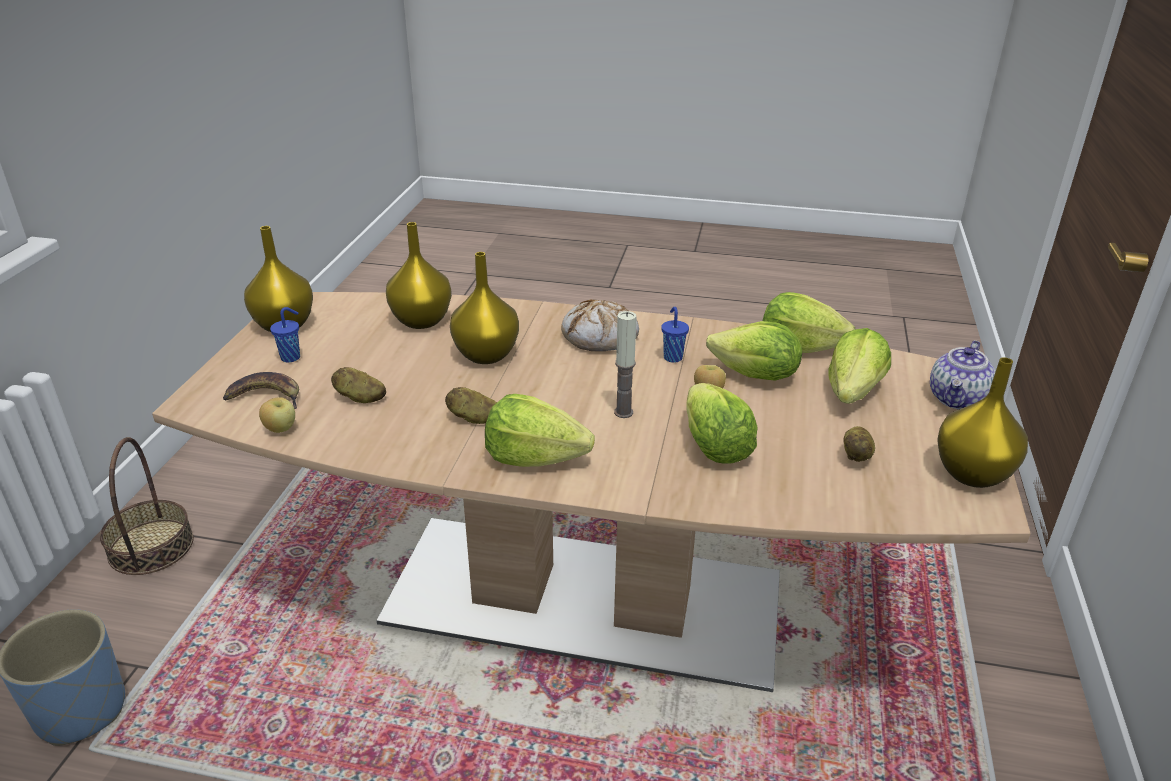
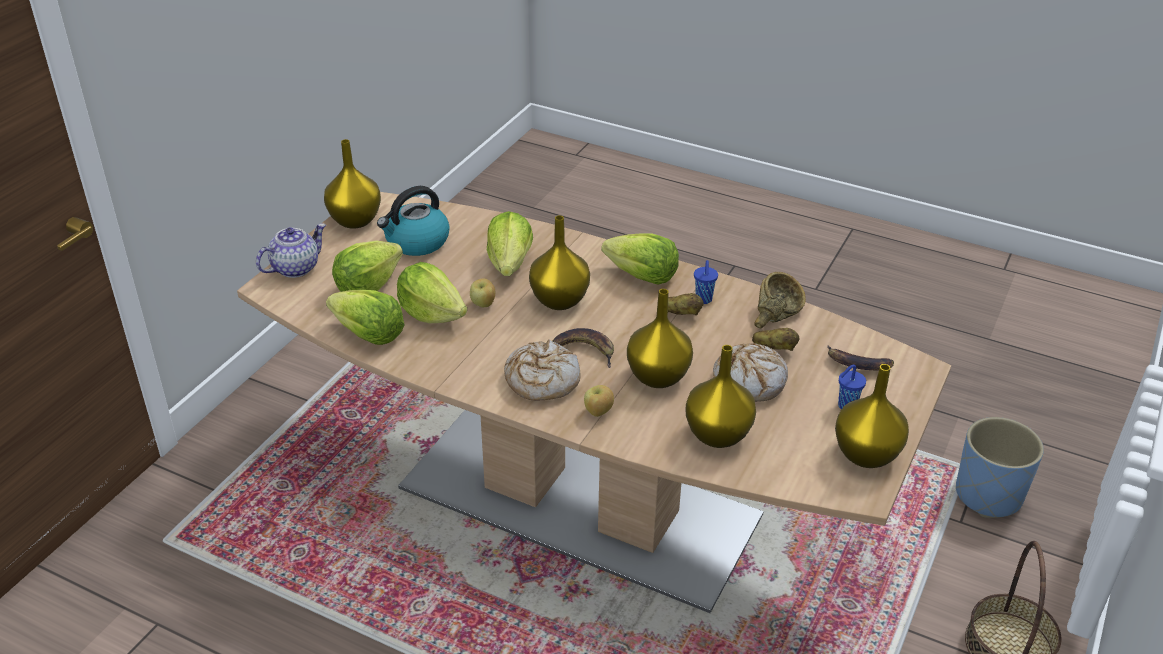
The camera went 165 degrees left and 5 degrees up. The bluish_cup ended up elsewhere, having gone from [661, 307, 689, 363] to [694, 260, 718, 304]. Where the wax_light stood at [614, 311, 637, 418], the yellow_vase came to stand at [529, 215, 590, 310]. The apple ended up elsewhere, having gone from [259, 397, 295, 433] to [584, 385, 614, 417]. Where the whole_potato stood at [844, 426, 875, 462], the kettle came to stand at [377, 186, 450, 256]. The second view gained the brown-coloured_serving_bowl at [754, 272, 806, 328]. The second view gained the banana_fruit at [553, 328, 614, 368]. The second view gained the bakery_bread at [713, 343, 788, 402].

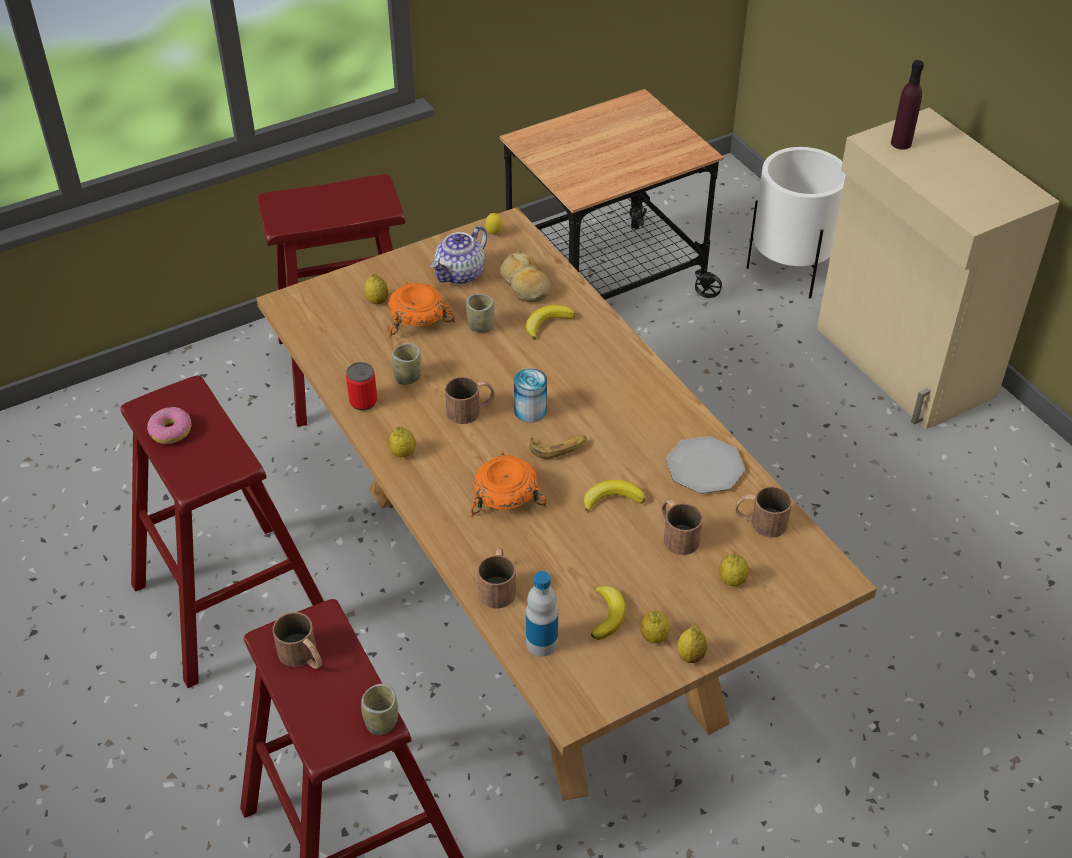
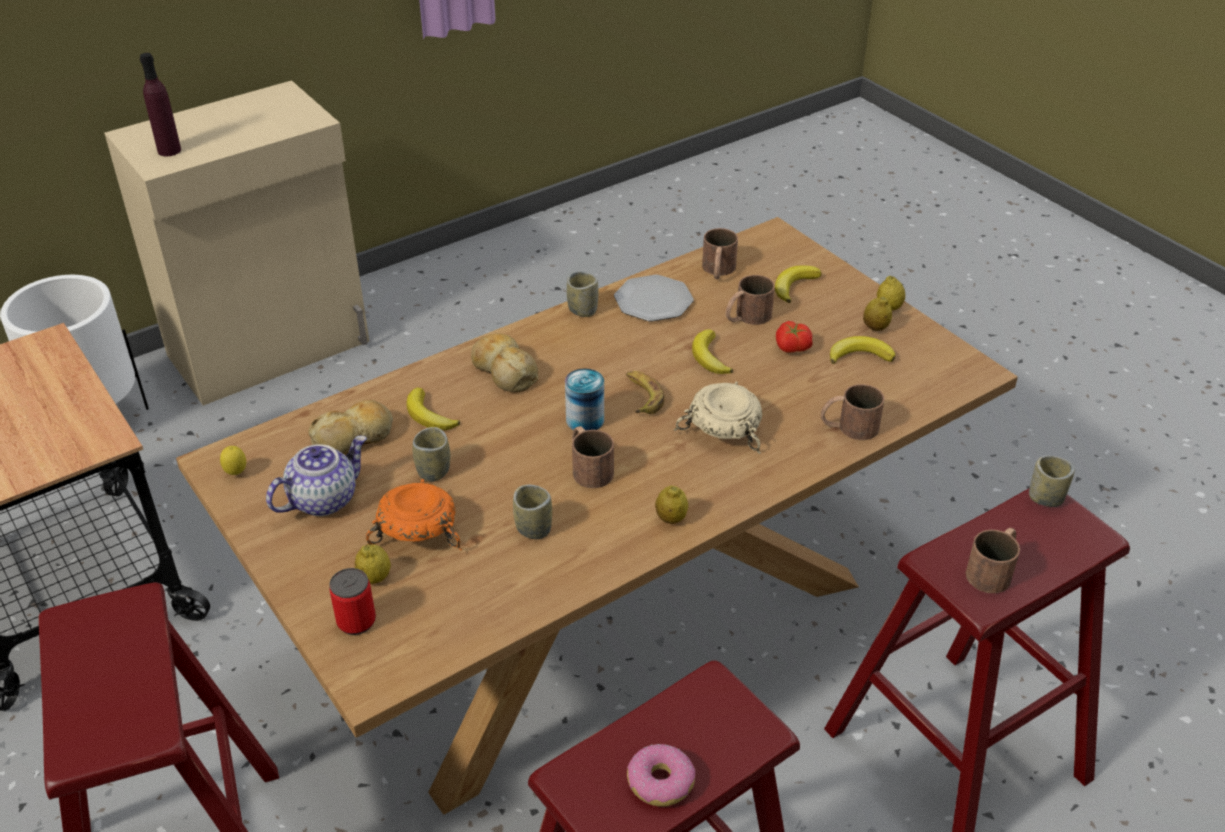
The camera went 95 degrees left and 5 degrees down. The teapot at [430, 226, 487, 285] ended up facing another way, 75 degrees counterclockwise from before. The metal_can ended up elsewhere, having gone from [346, 362, 377, 411] to [329, 568, 376, 635]. What was the orange-coloured_serving_bowl at [471, 451, 548, 517] turned into the beige-coloured_serving_bowl at [674, 381, 762, 454]. Where the lemon stood at [719, 553, 749, 586], the banana_fruit came to stand at [775, 265, 822, 303]. The second view lost the bottle at [526, 571, 558, 657]. The second view gained the cup at [567, 271, 599, 317]. The second view gained the tomato at [776, 321, 813, 353]. The second view gained the bakery_bread at [471, 333, 538, 393].

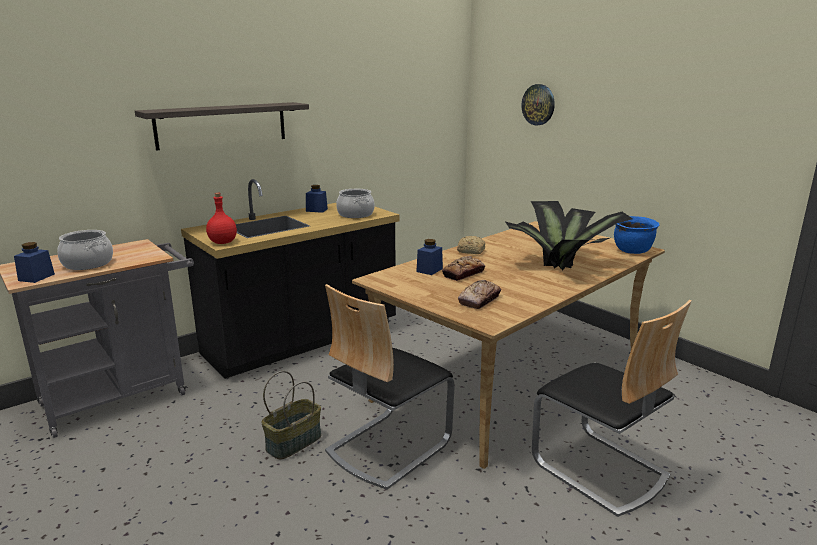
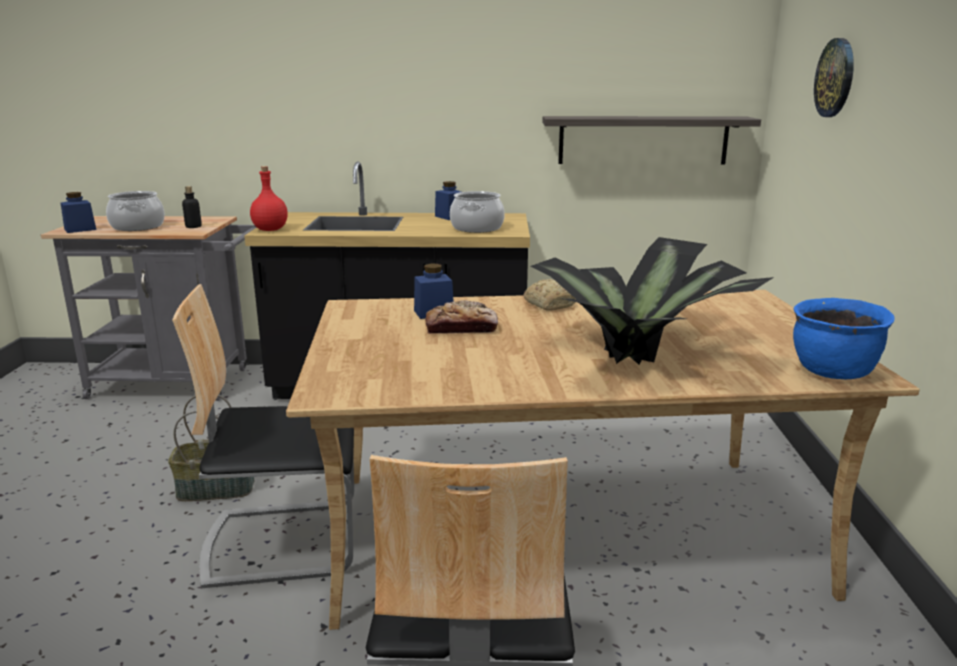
The camera went 40 degrees right and 0 degrees up. The bracket_shelf ended up elsewhere, having gone from [135, 102, 309, 151] to [542, 116, 761, 165]. The second view lost the bakery_bread at [458, 280, 501, 309]. The second view gained the bottle at [182, 186, 202, 228].

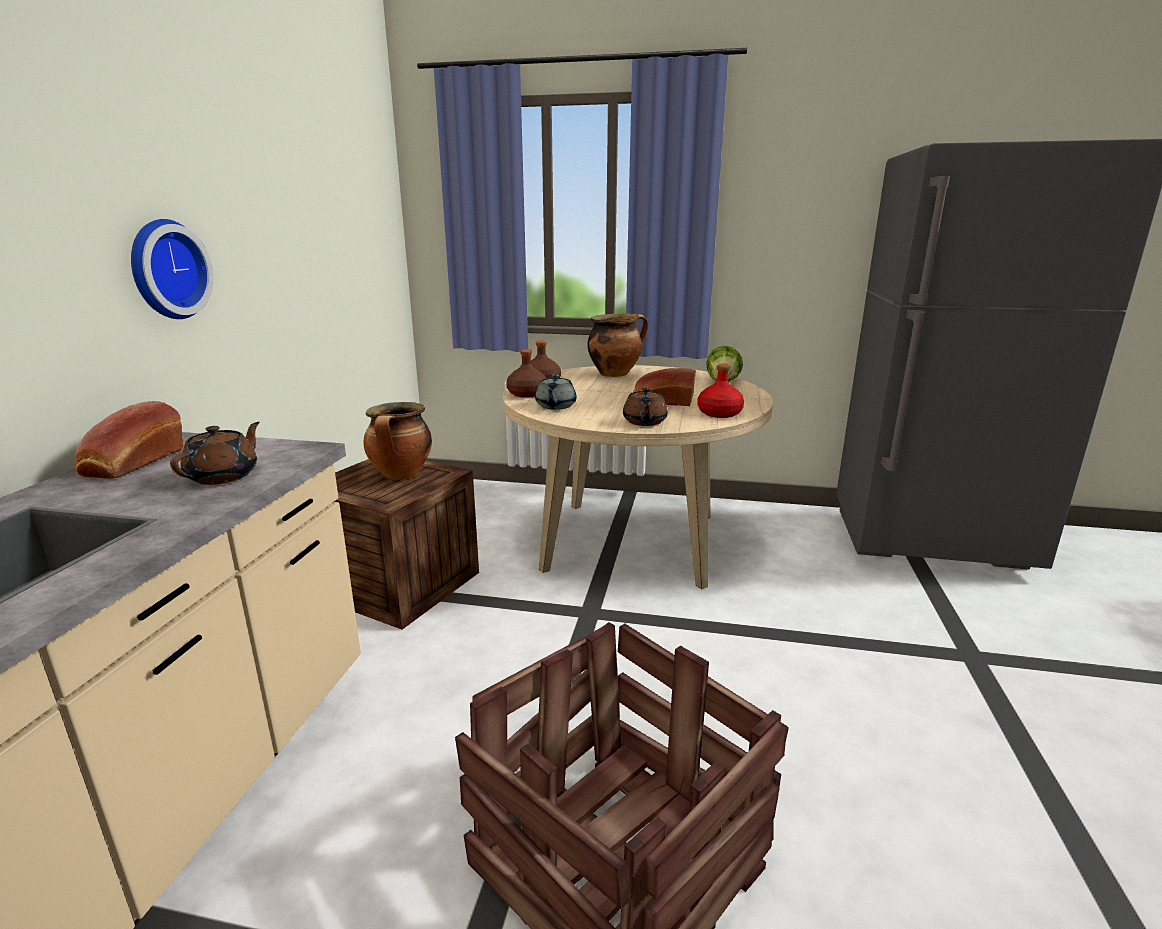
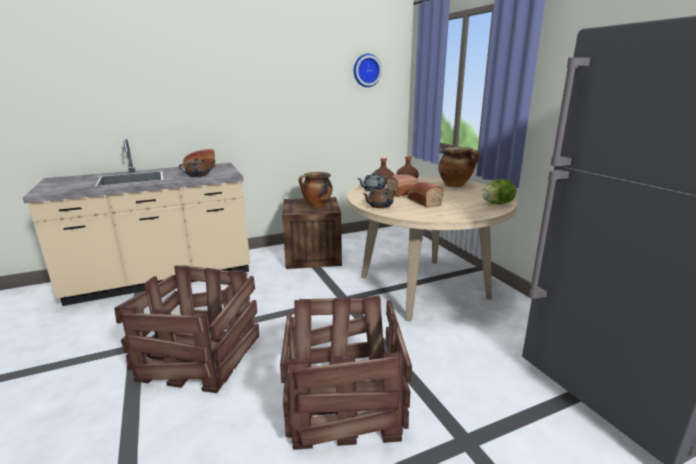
The camera went 55 degrees right and 0 degrees up. The hanging_clock ended up elsewhere, having gone from [131, 219, 214, 319] to [354, 54, 382, 87]. The second view lost the reddish_bottle at [697, 364, 744, 418]. The second view gained the bakery_bread at [387, 174, 420, 197]. The second view gained the packing_crate at [280, 296, 412, 450].

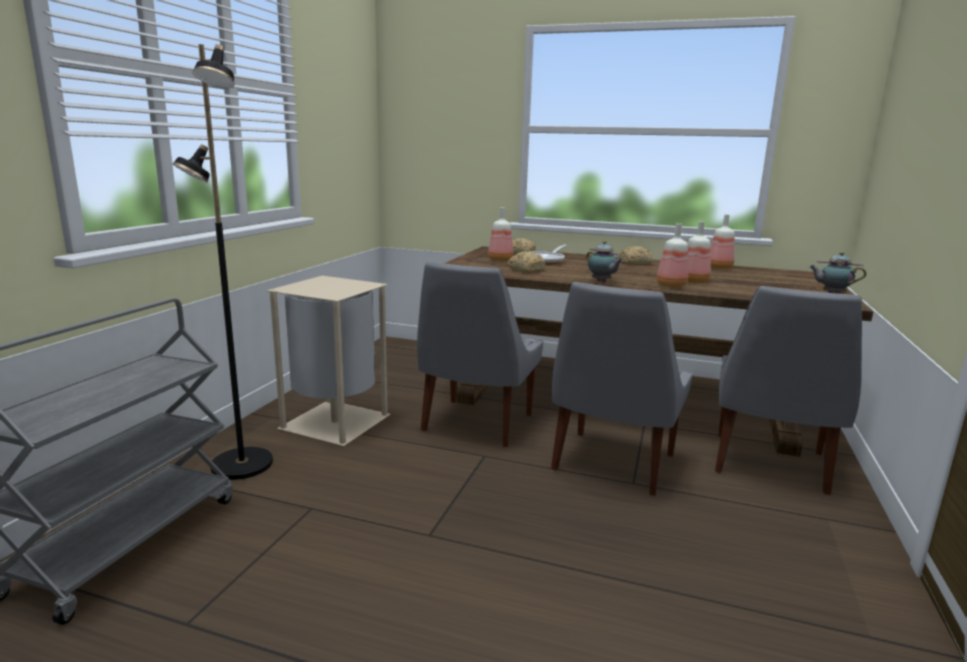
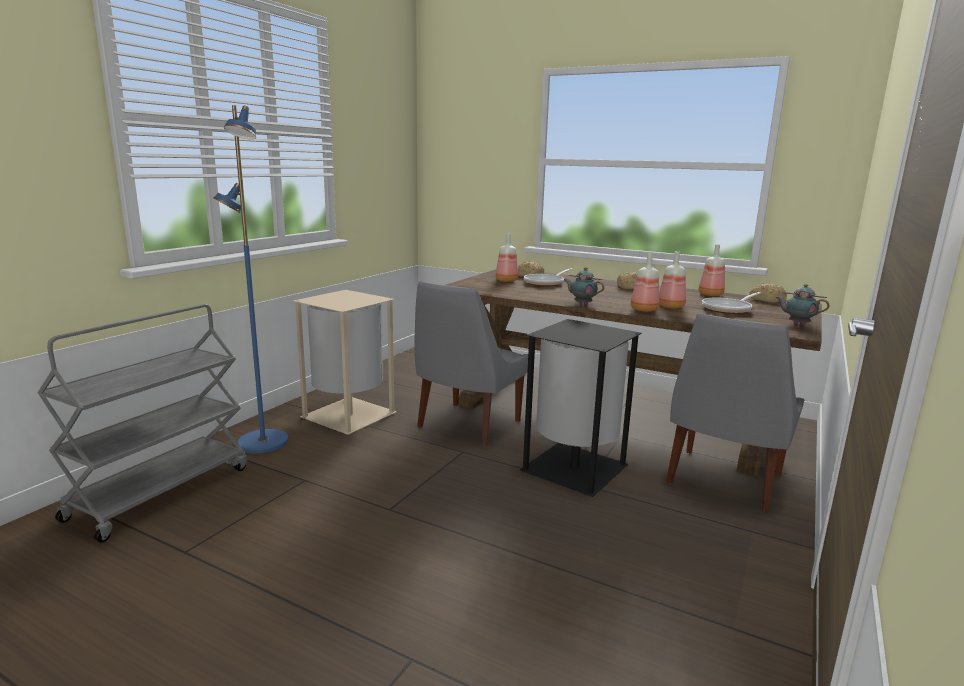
The camera went 10 degrees right and 0 degrees up. What was the blackish_standard_lamp at [172, 44, 273, 480] turned into the bluish_standard_lamp at [213, 105, 288, 454]. The teapot at [586, 241, 623, 282] ended up facing another way, 150 degrees clockwise from before. The bakery_bread ended up elsewhere, having gone from [507, 251, 546, 272] to [749, 283, 787, 303]. Where the gray_plain_chair stood at [551, 282, 693, 496], the blackish_waste_bin came to stand at [520, 319, 642, 497]. The second view gained the pan at [702, 292, 761, 314].

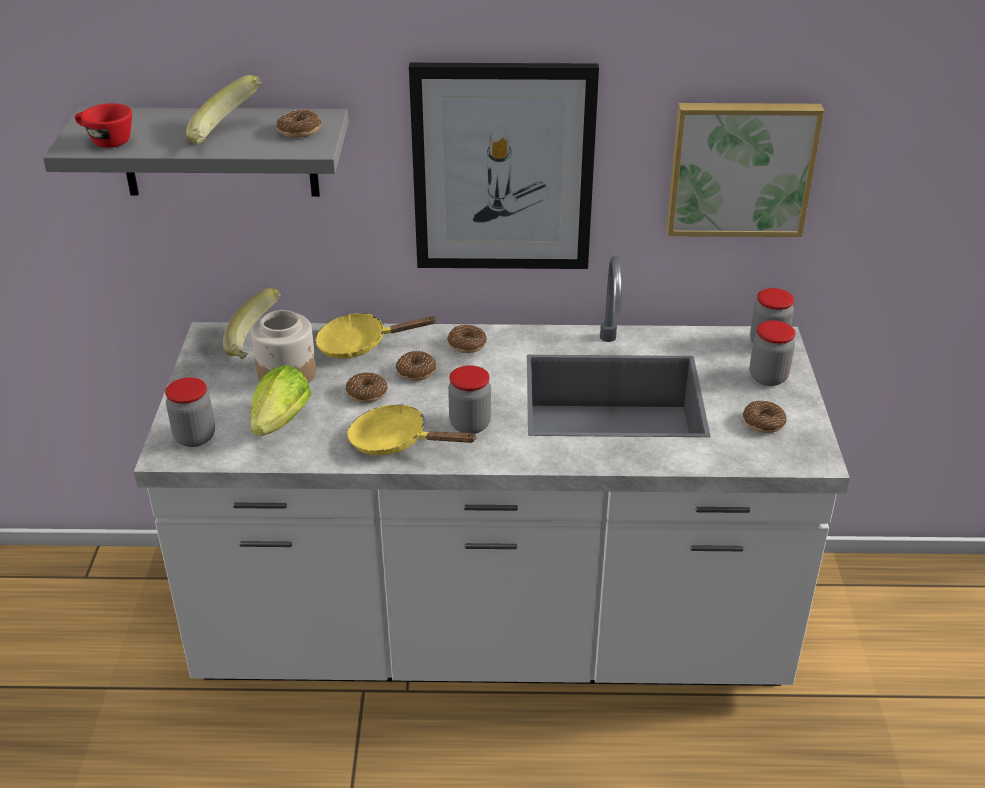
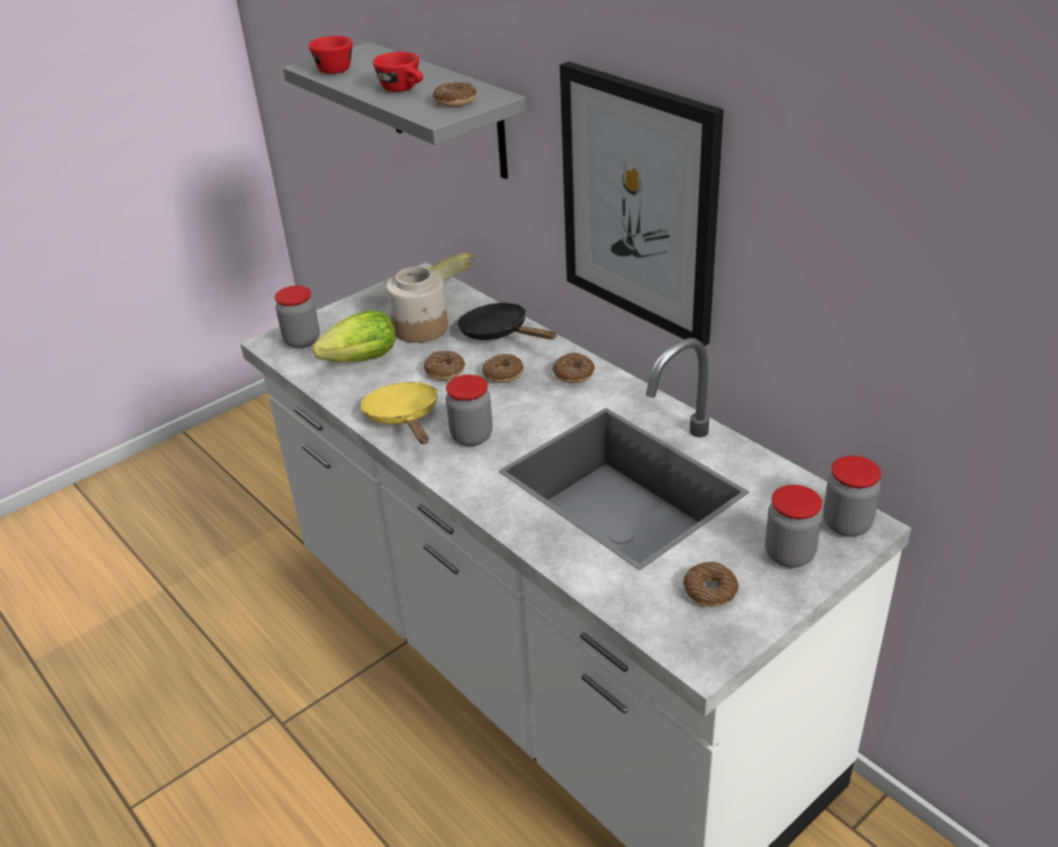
The camera went 50 degrees right and 0 degrees up. Where the banana_fruit stood at [186, 75, 261, 144], the reddish_cup came to stand at [373, 52, 423, 92]. The second view lost the wall_picture at [666, 103, 824, 237]. What was the yellow_pan at [315, 313, 437, 359] turned into the blackish_pan at [458, 303, 557, 340].

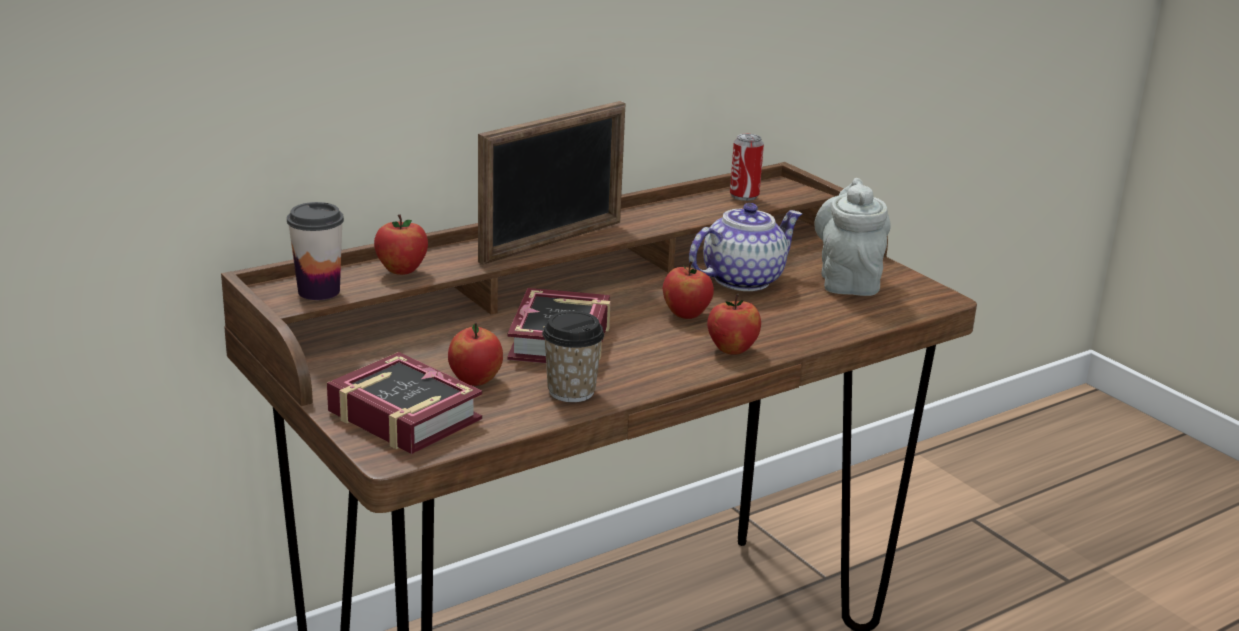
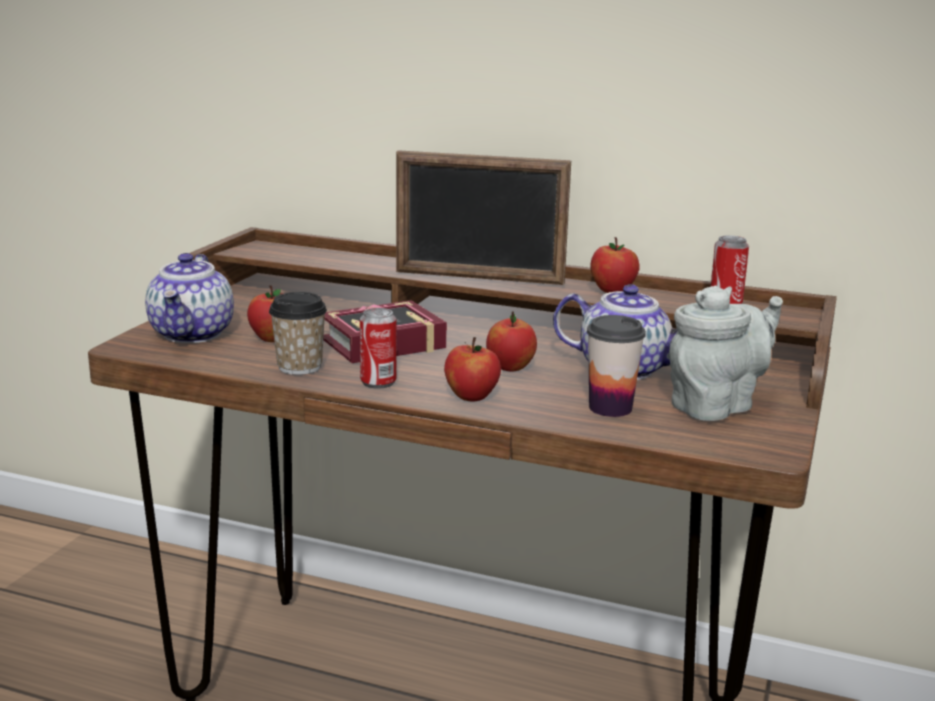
The camera went 55 degrees right and 5 degrees down. The cup ended up elsewhere, having gone from [287, 202, 344, 300] to [587, 315, 646, 417]. The apple ended up elsewhere, having gone from [374, 214, 428, 275] to [590, 237, 640, 293]. Where the volume stood at [327, 352, 482, 454], the teapot came to stand at [145, 253, 234, 343]. The second view gained the metal_can at [360, 308, 397, 389].

